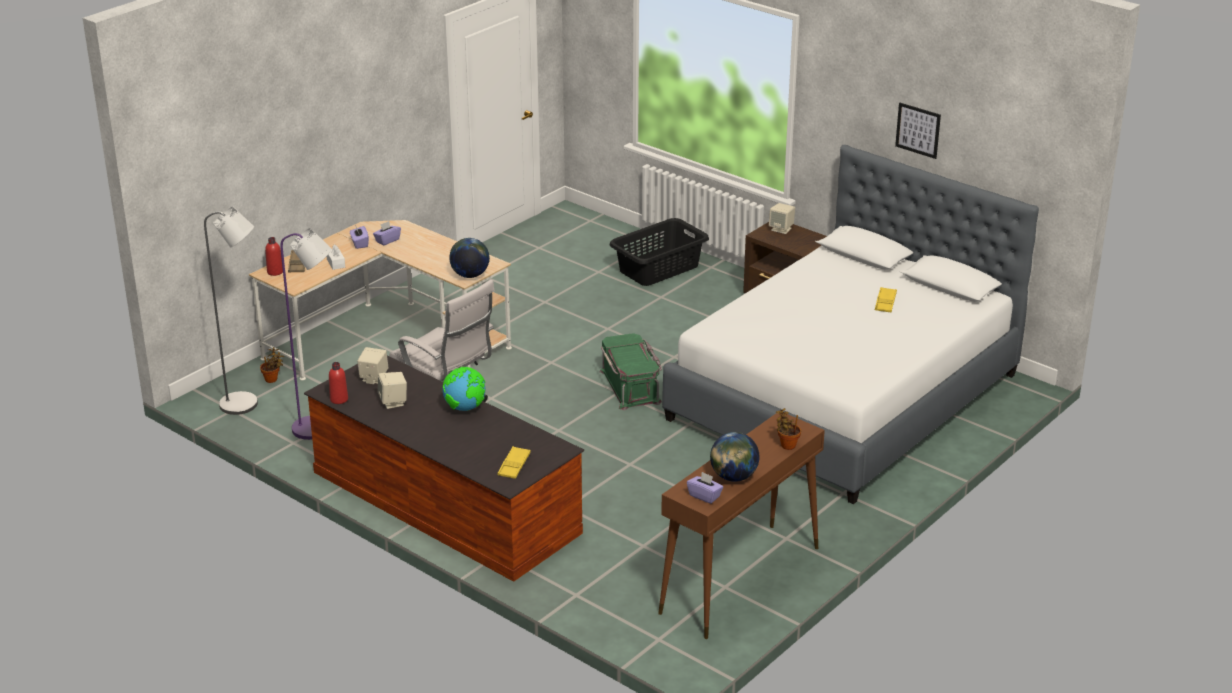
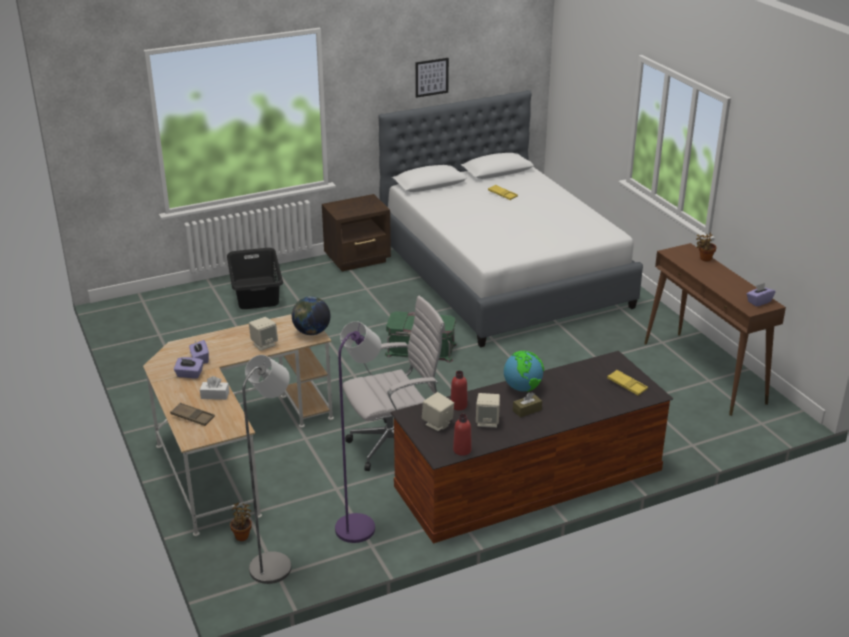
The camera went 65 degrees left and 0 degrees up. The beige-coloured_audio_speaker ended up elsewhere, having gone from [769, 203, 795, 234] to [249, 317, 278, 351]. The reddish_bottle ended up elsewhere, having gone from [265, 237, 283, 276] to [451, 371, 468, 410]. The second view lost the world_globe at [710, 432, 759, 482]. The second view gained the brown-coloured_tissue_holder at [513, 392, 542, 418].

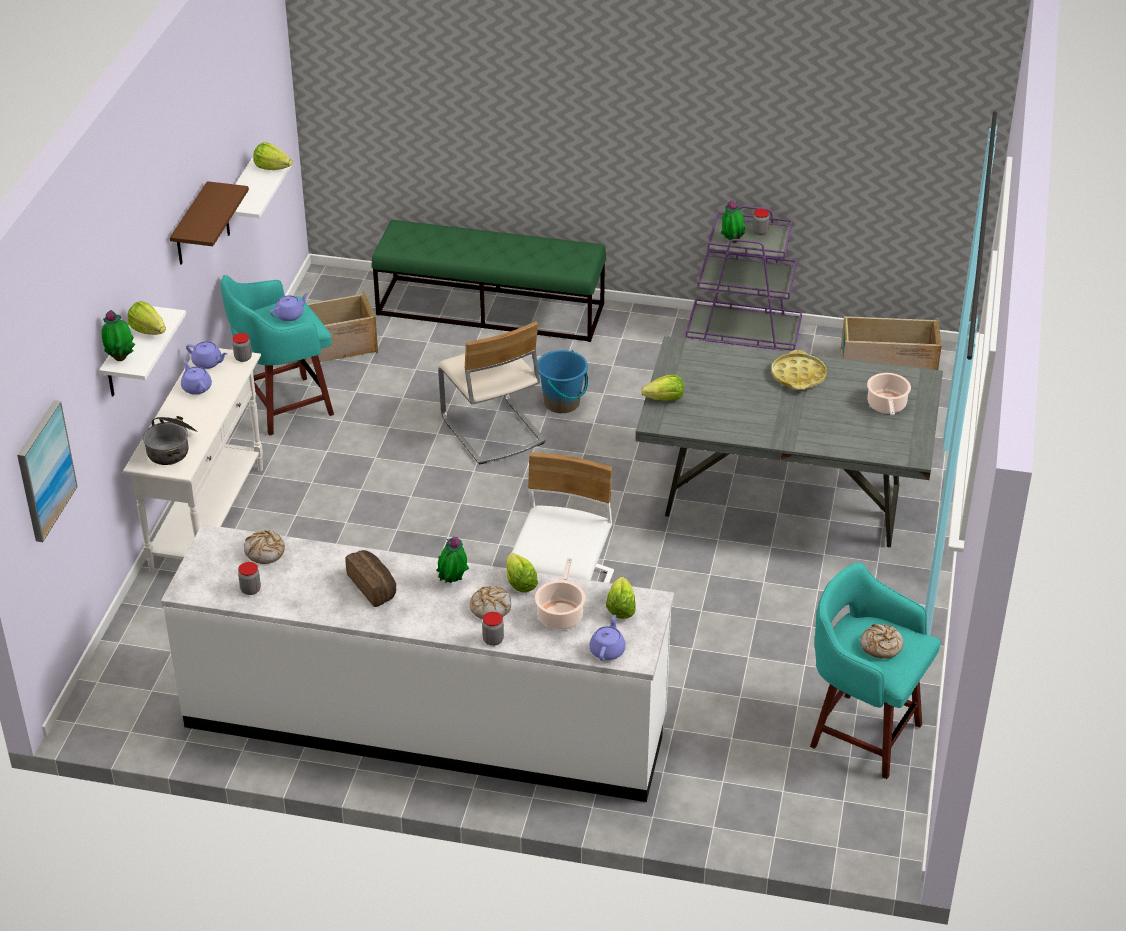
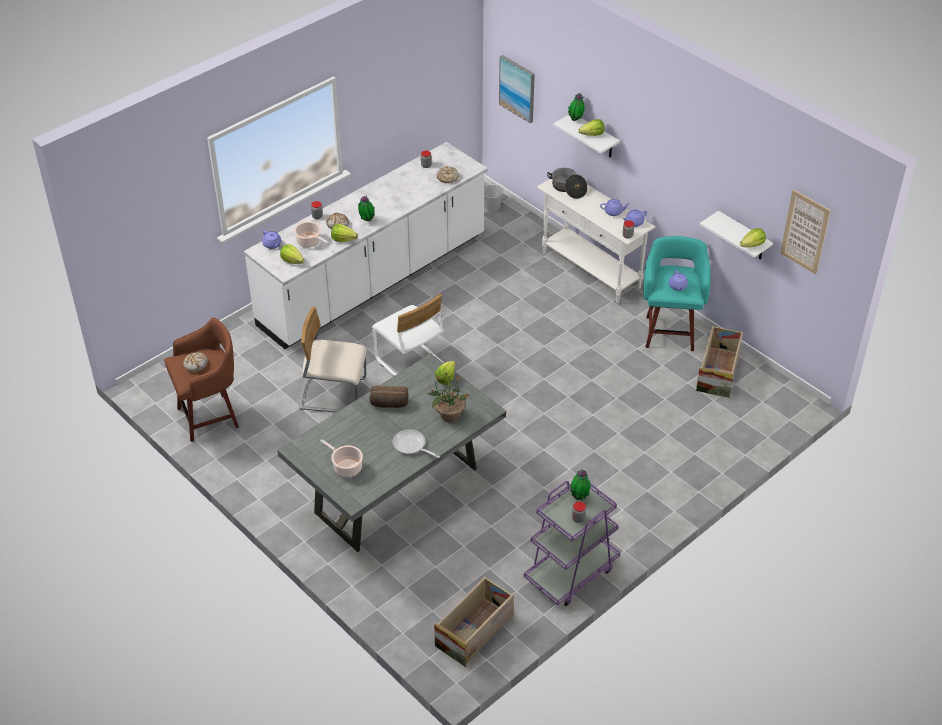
The camera went 125 degrees right and 5 degrees up. The second view lost the brown-coloured_bracket_shelf at [170, 181, 249, 265]. The second view lost the greenish_indoor_bench at [371, 220, 606, 342]. The beige-coloured_plain_chair ended up elsewhere, having gone from [438, 321, 545, 465] to [299, 307, 367, 413]. The second view lost the bluish_bucket at [537, 350, 588, 413]. Where the yellow_carrying_tray stood at [771, 350, 827, 390], the pan came to stand at [393, 429, 440, 458]. The bakery_bread ended up elsewhere, having gone from [345, 550, 396, 607] to [370, 386, 408, 408]. What was the turquoise-coloured_stool at [810, 562, 941, 779] turned into the brown-coloured_stool at [164, 317, 239, 442]. The second view gained the white-coloured_bucket at [484, 182, 504, 211]. The second view gained the wall_picture at [780, 189, 831, 275]. The second view gained the plant_in_a_pot at [427, 372, 470, 422].

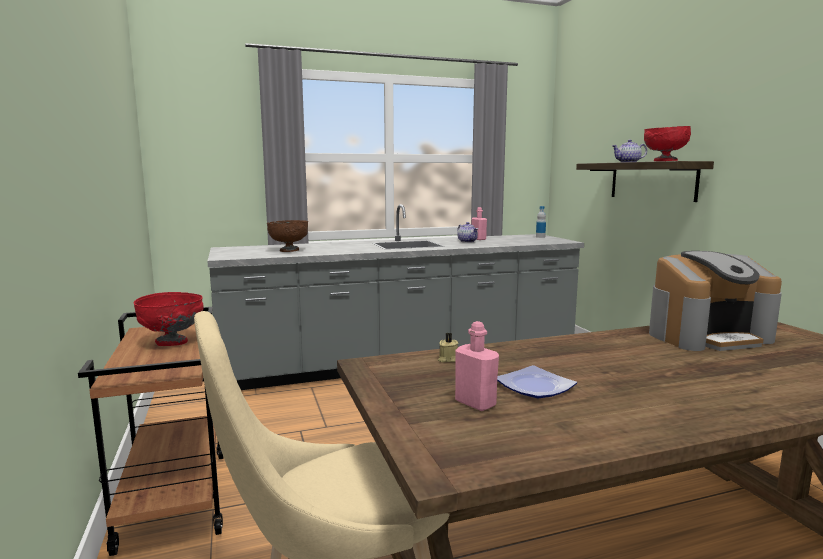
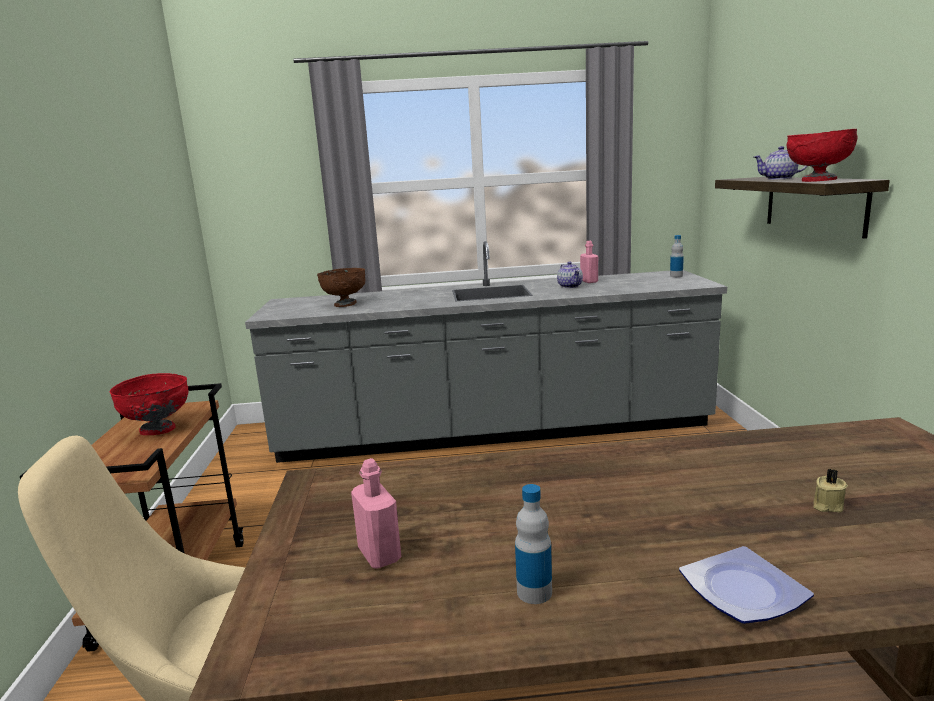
The camera went 15 degrees right and 5 degrees up. The second view lost the coffee_machine at [649, 251, 782, 351]. The beige-coloured_wax_light ended up elsewhere, having gone from [438, 333, 458, 363] to [813, 469, 848, 513]. The plate ended up elsewhere, having gone from [497, 365, 577, 398] to [679, 546, 814, 624]. The second view gained the bottle at [515, 484, 552, 604].

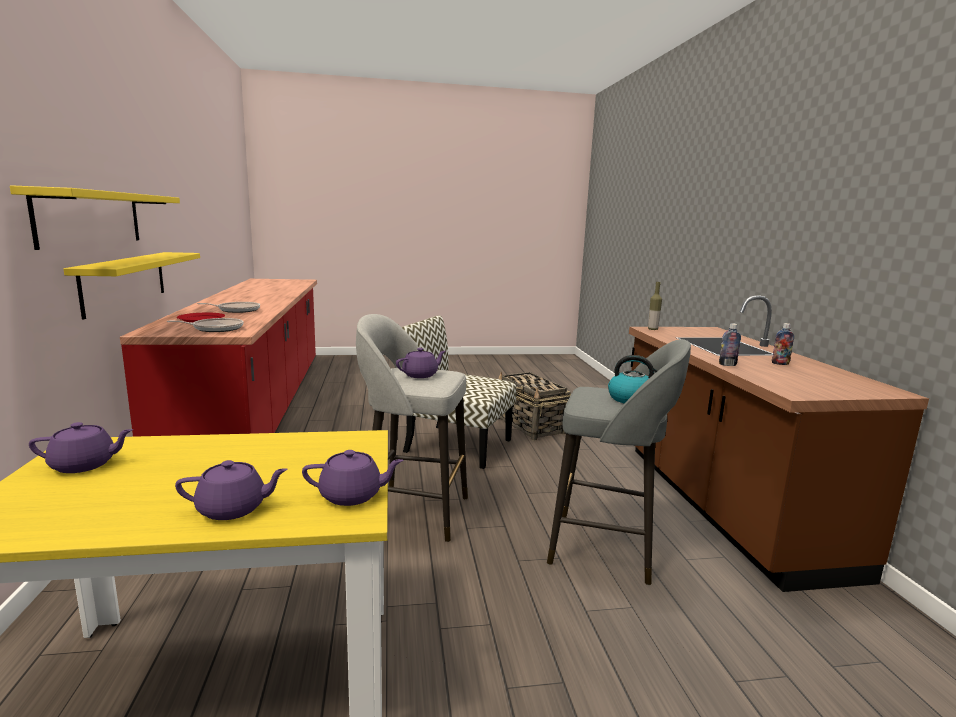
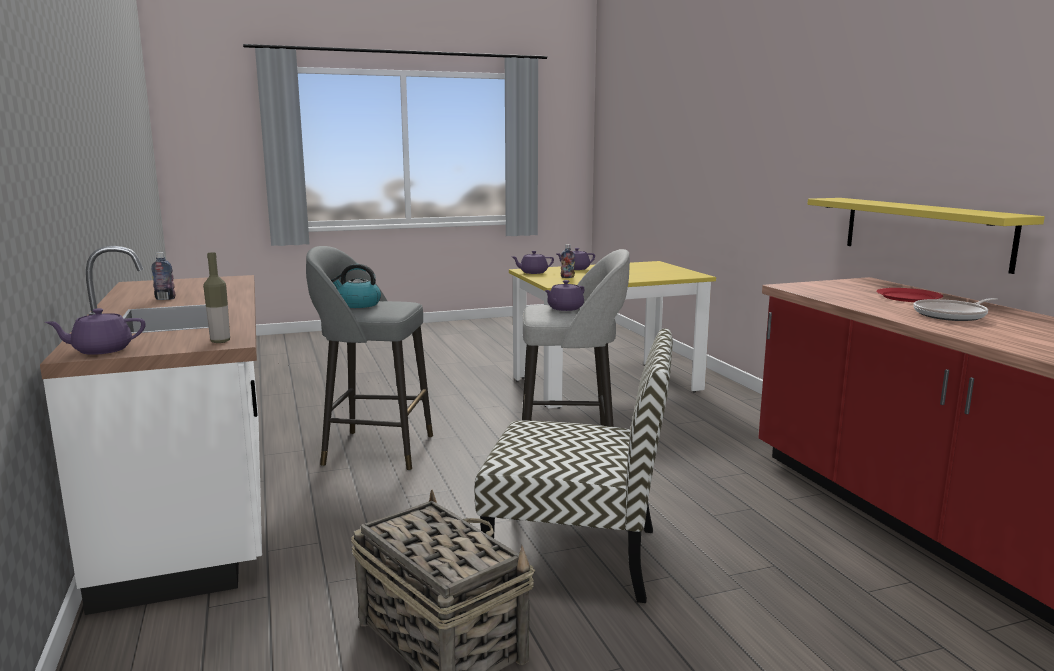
The camera went 170 degrees right and 0 degrees up. The second view lost the yellow_bracket_shelf at [10, 185, 180, 250]. What was the brown-coloured_kitchen_counter at [629, 296, 929, 592] turned into the white-coloured_kitchen_counter at [40, 246, 262, 615]. The second view lost the pan at [167, 318, 244, 332]. The bottle ended up elsewhere, having gone from [719, 323, 741, 366] to [561, 244, 575, 278]. The purplish_teapot ended up elsewhere, having gone from [29, 422, 133, 473] to [45, 308, 146, 355].

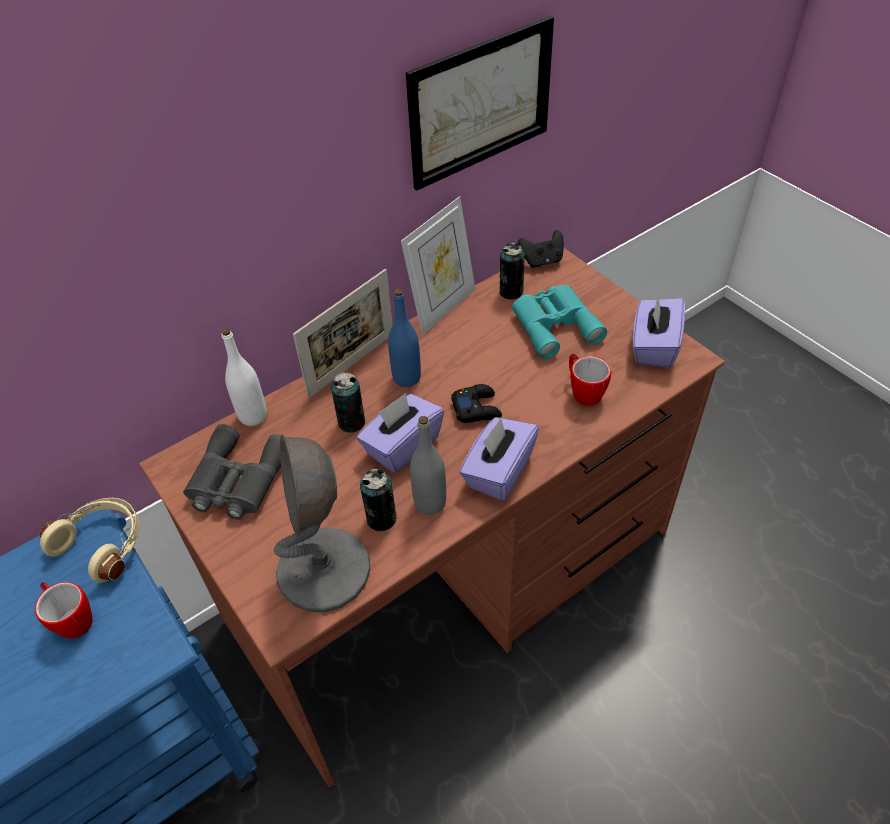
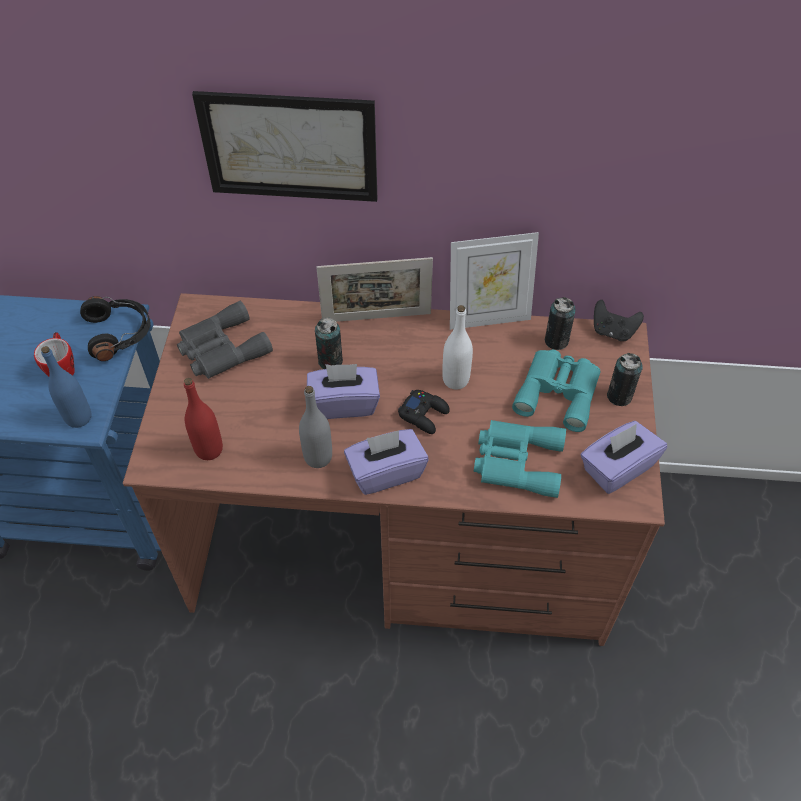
The camera went 40 degrees right and 5 degrees up. The wall_picture ended up elsewhere, having gone from [406, 16, 554, 191] to [192, 91, 377, 202]. The bluish_bottle ended up elsewhere, having gone from [388, 289, 421, 387] to [41, 346, 91, 428]. The white-coloured_bottle ended up elsewhere, having gone from [221, 328, 267, 426] to [442, 305, 473, 390]. Where the coffee_mug stood at [569, 354, 611, 406], the turquoise-coloured_pair_of_binoculars came to stand at [474, 420, 566, 498]. Where the gray_lamp_for_a_table stood at [274, 435, 370, 612], the reddish_bottle came to stand at [184, 378, 223, 460]. The metal_can ended up elsewhere, having gone from [360, 469, 397, 531] to [607, 353, 643, 406]. What was the beige-coloured_headset at [40, 498, 140, 583] turned into the blackish_headset at [80, 296, 150, 361].

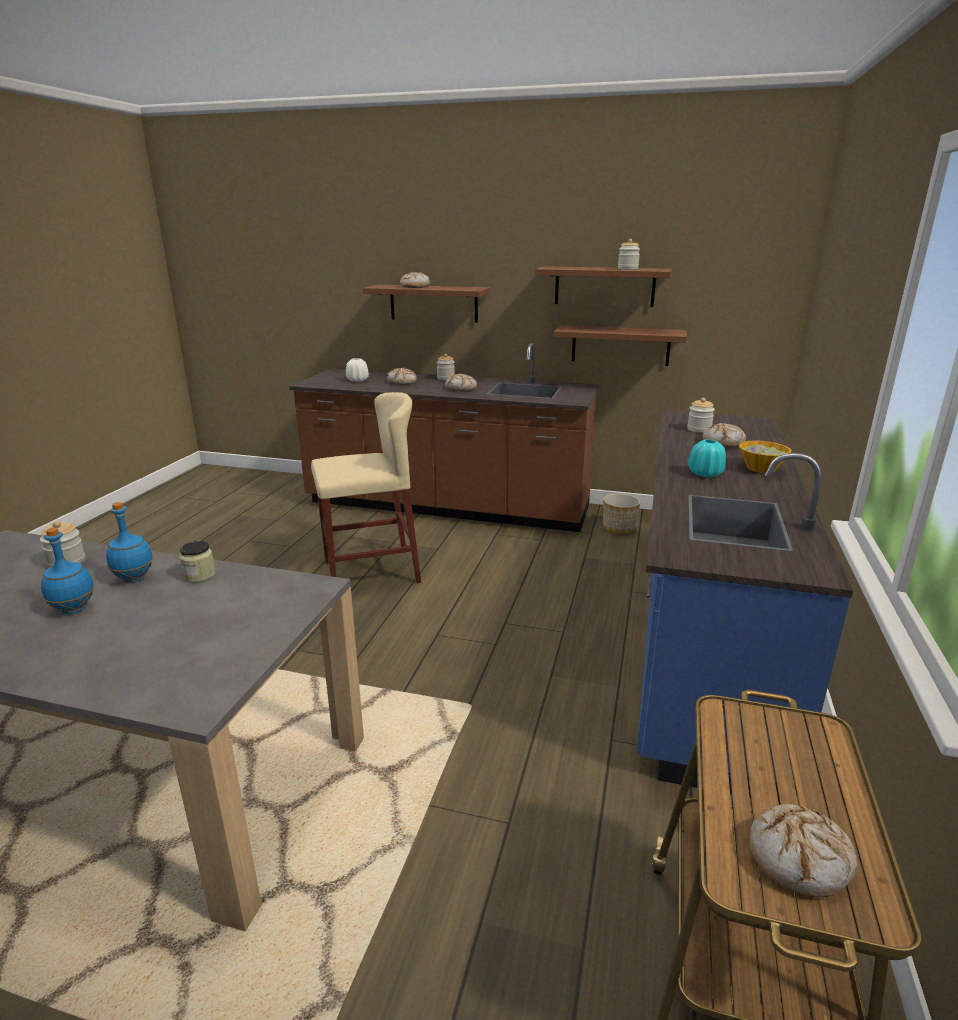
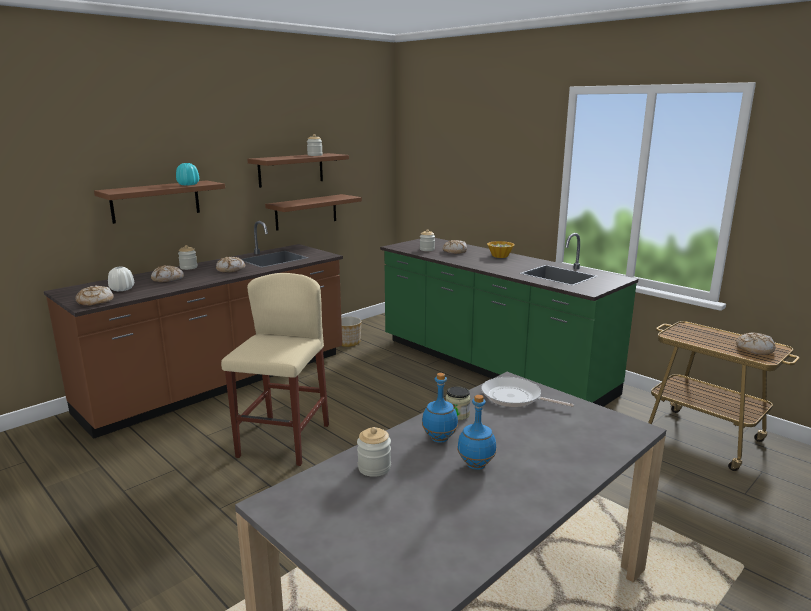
The camera went 60 degrees left and 5 degrees down. The bakery_bread ended up elsewhere, having gone from [400, 272, 430, 288] to [76, 285, 114, 306]. What was the bluish_kitchen_counter at [637, 410, 853, 804] turned into the greenish_kitchen_counter at [380, 233, 638, 407]. The turquoise-coloured_vase ended up elsewhere, having gone from [688, 439, 726, 477] to [176, 163, 199, 185]. The second view gained the pan at [481, 377, 574, 407].

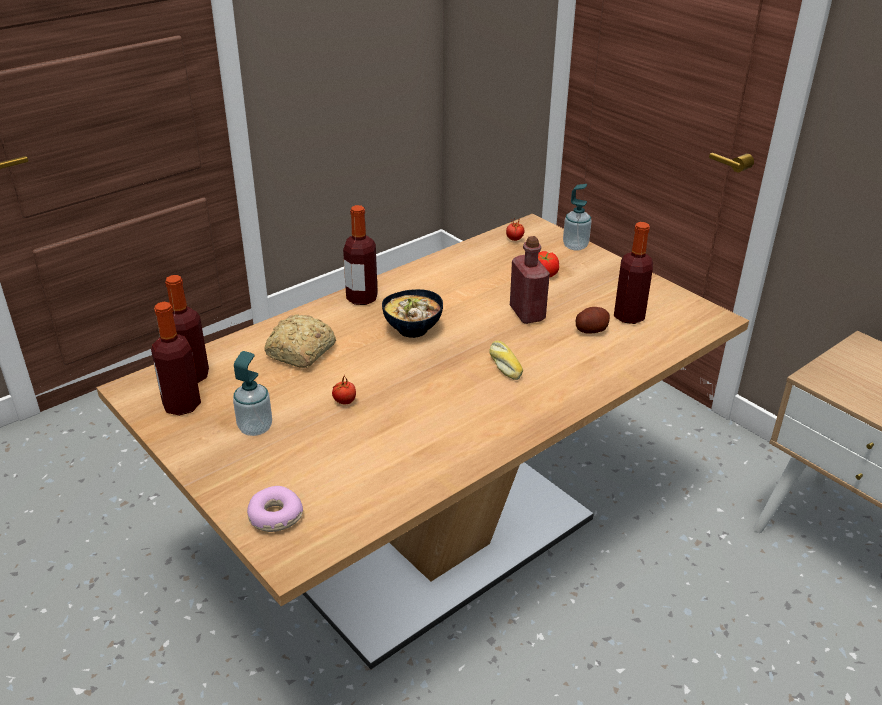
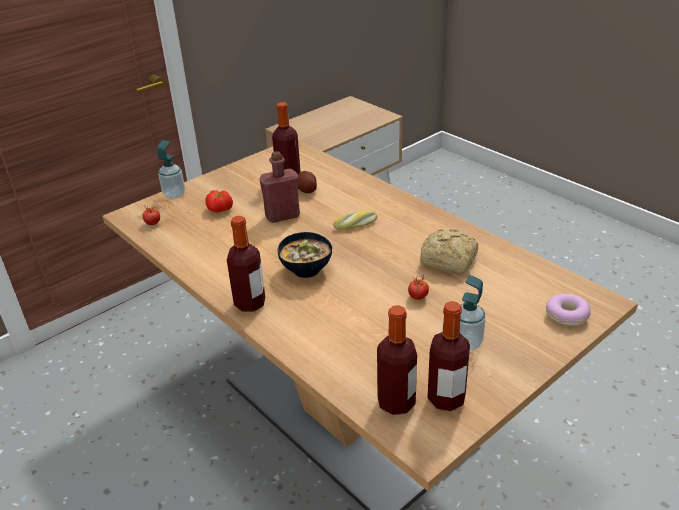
The camera went 90 degrees left and 0 degrees up. The bakery_bread ended up elsewhere, having gone from [264, 314, 336, 368] to [420, 229, 478, 274].

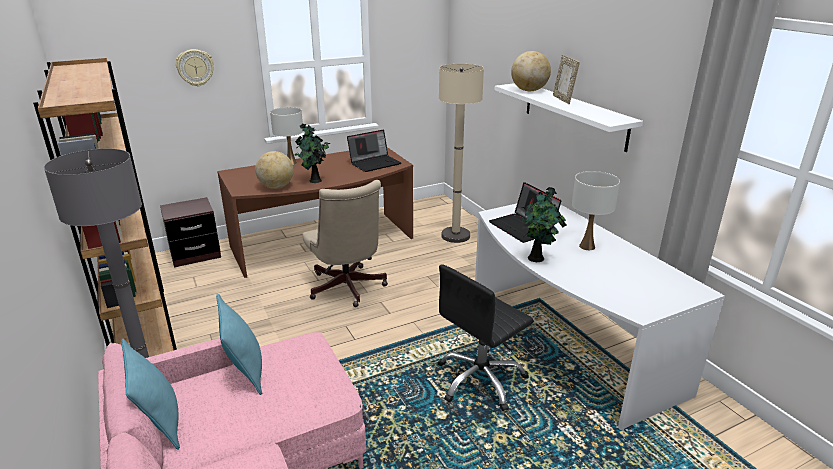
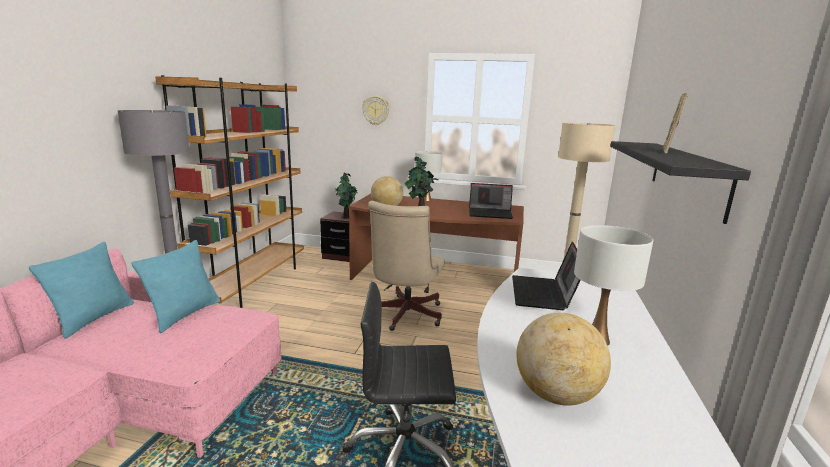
The camera went 40 degrees right and 10 degrees down. The world_globe ended up elsewhere, having gone from [511, 51, 551, 91] to [517, 313, 611, 406]. What was the white-coloured_bracket_shelf at [495, 83, 643, 152] turned into the blackish_bracket_shelf at [610, 141, 751, 224]. The plant_in_a_pot ended up elsewhere, having gone from [521, 187, 566, 262] to [335, 173, 357, 219].

